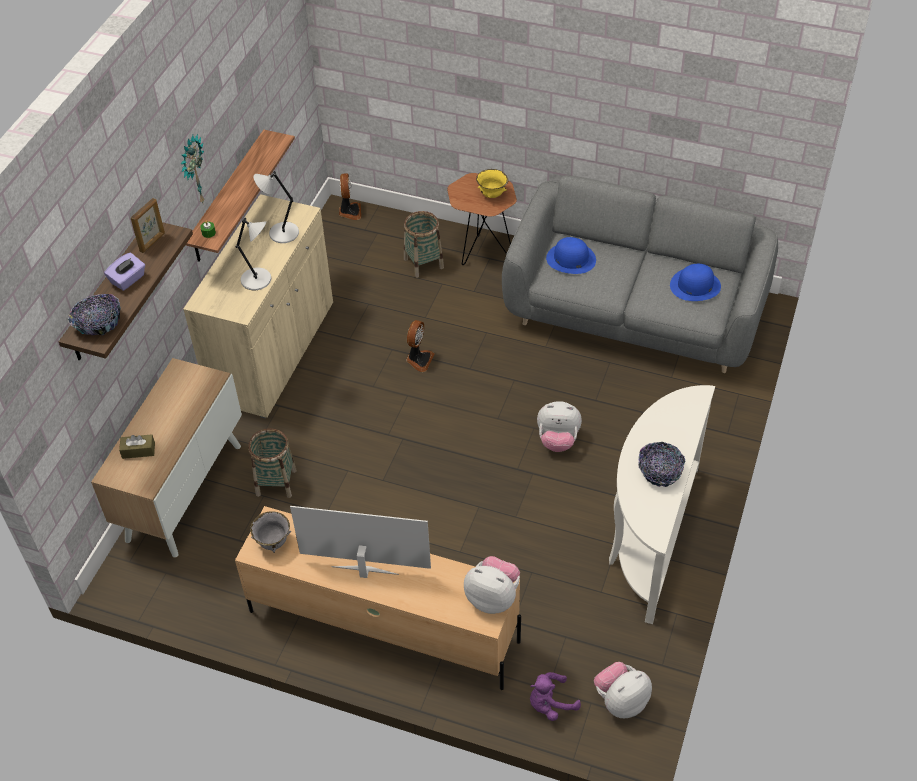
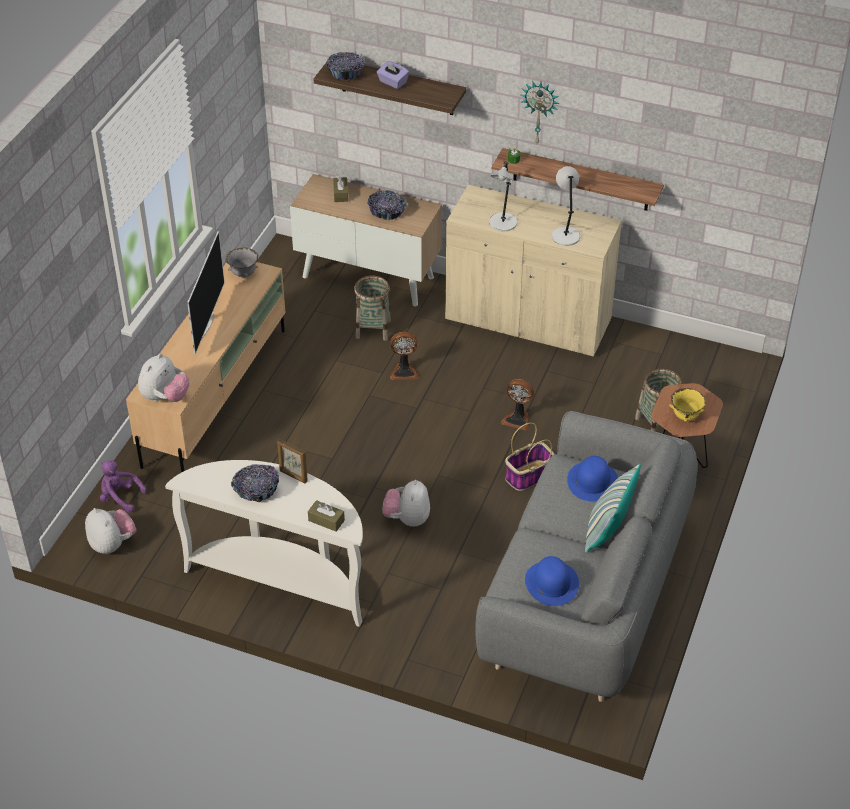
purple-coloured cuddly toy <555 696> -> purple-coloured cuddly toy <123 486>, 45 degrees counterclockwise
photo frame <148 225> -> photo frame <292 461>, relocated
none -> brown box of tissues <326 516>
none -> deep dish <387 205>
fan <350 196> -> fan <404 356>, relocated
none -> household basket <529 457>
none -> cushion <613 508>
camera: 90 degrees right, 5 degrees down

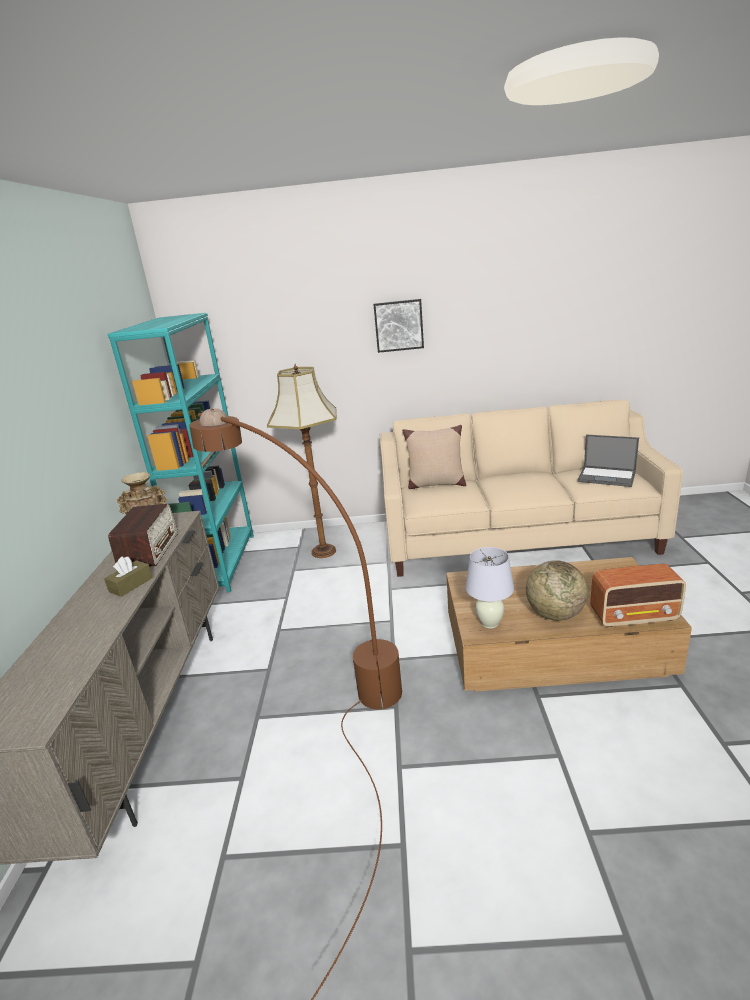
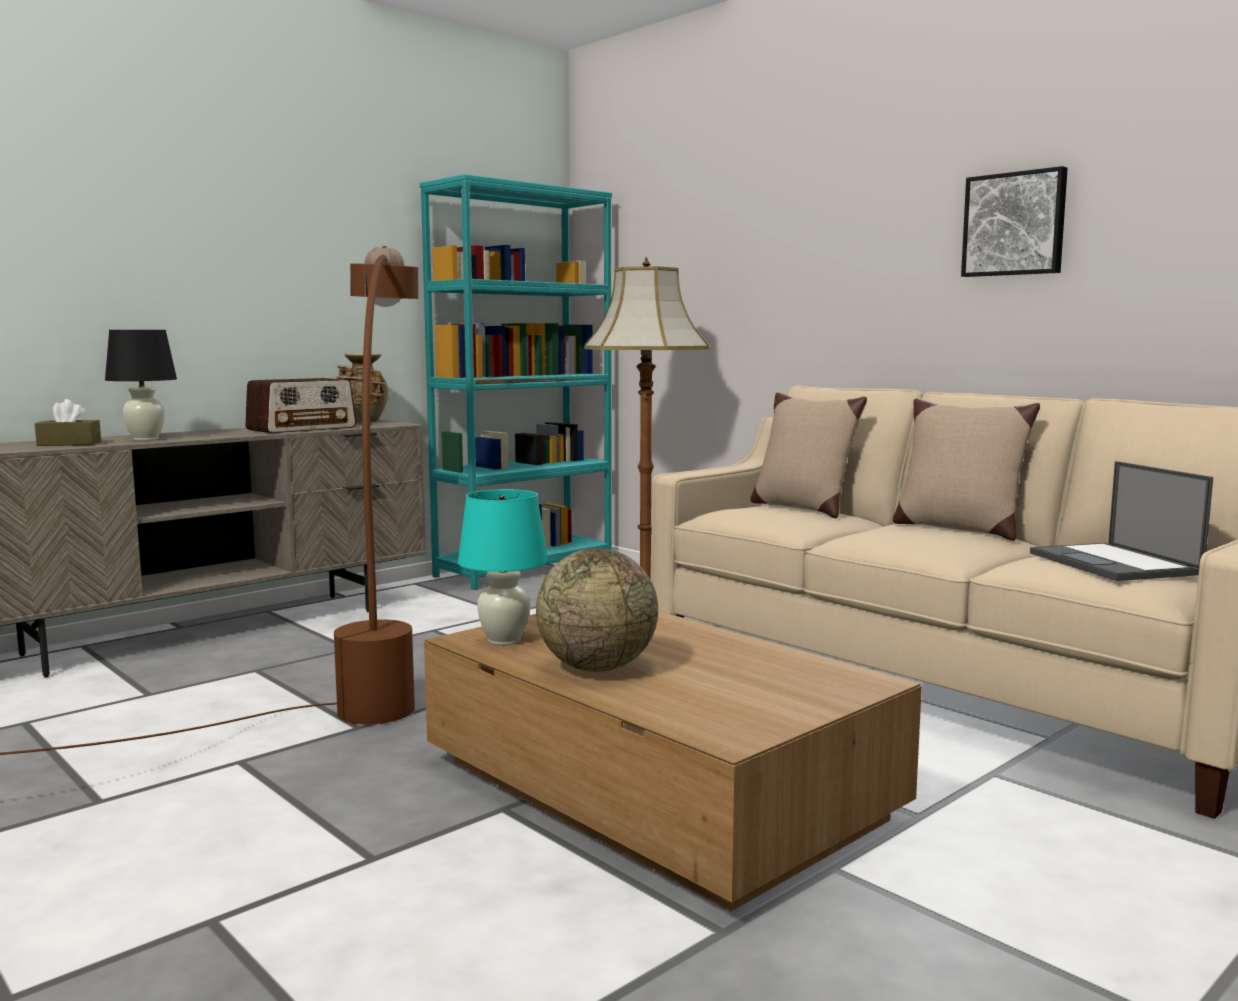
brown box of tissues <128 576> -> brown box of tissues <68 422>, relocated
none -> black-coloured tabletop lamp <141 385>
whitish tabletop lamp <489 587> -> blue-green tabletop lamp <503 567>
none -> beige cushion <966 469>
wall picture <398 326> -> wall picture <1014 221>, relocated
radio set <638 595> -> none
camera: 45 degrees right, 15 degrees down

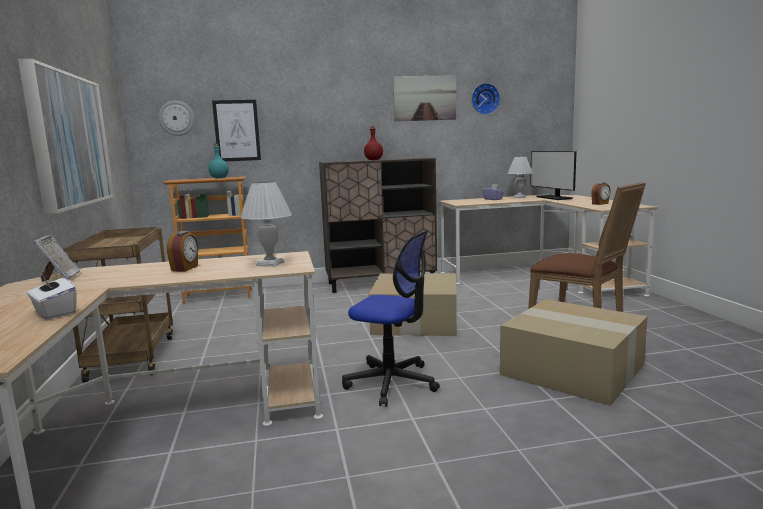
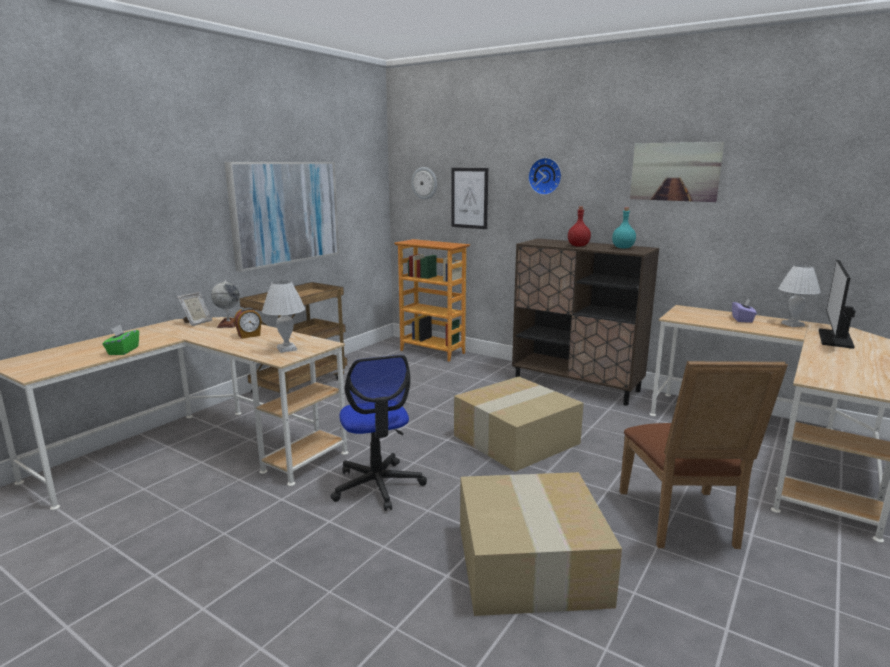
whitish box of tissues <52 296> -> green box of tissues <120 340>
none -> desk globe <225 304>
clock on the wall <485 99> -> clock on the wall <545 176>, relocated
blue-green drink bottle <218 160> -> blue-green drink bottle <624 228>, relocated
table clock <601 193> -> none
camera: 45 degrees right, 5 degrees up

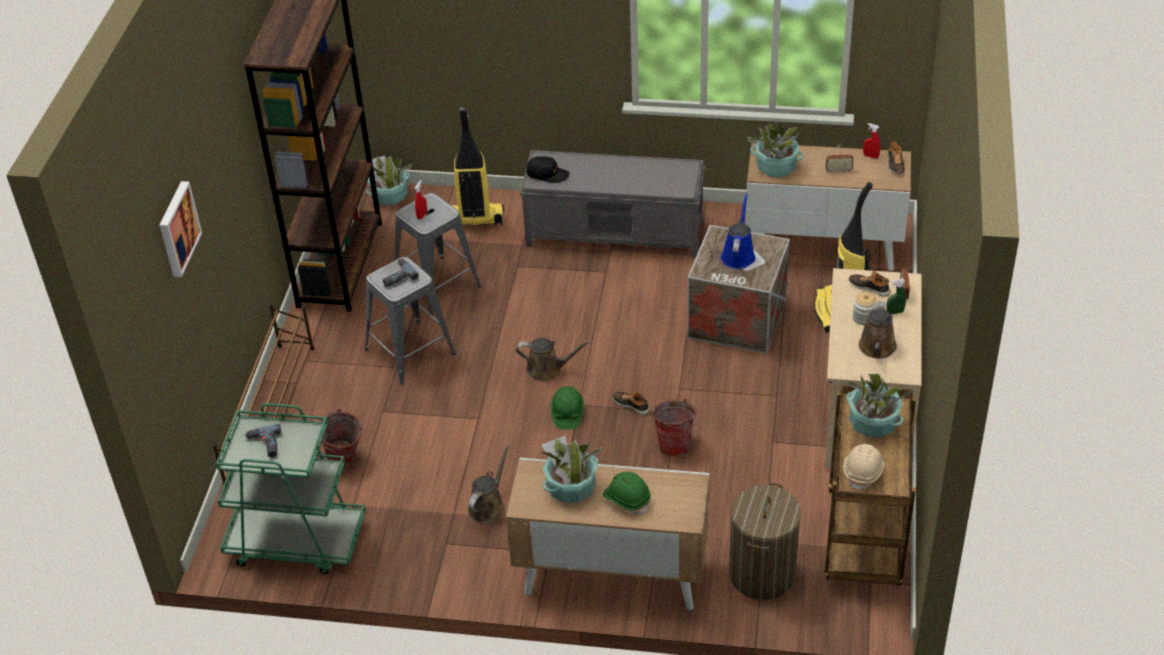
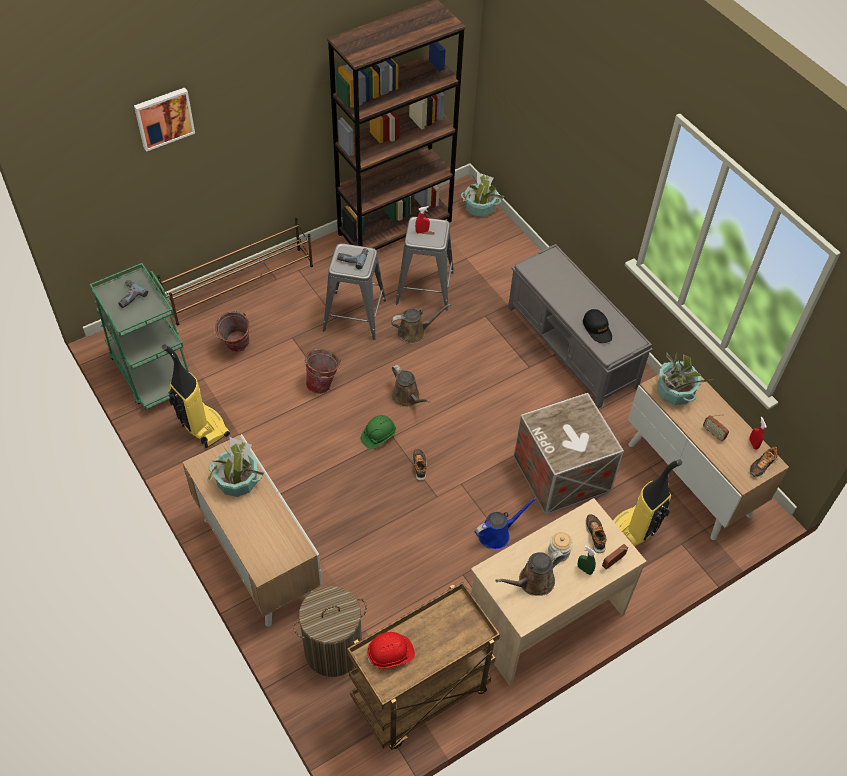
vacuum <478 166> -> vacuum <196 396>, relocated
water bucket <675 428> -> water bucket <322 371>, relocated
beige work helmet <864 467> -> reddish work helmet <391 650>
brown sprinkling can <489 482> -> brown sprinkling can <421 324>, relocated
blue sprinkling can <738 231> -> blue sprinkling can <505 523>, relocated
black-coloured baseball cap <548 169> -> black-coloured baseball cap <597 326>, relocated
green work helmet <627 493> -> none
houseplant <879 405> -> none
camera: 45 degrees right, 10 degrees up

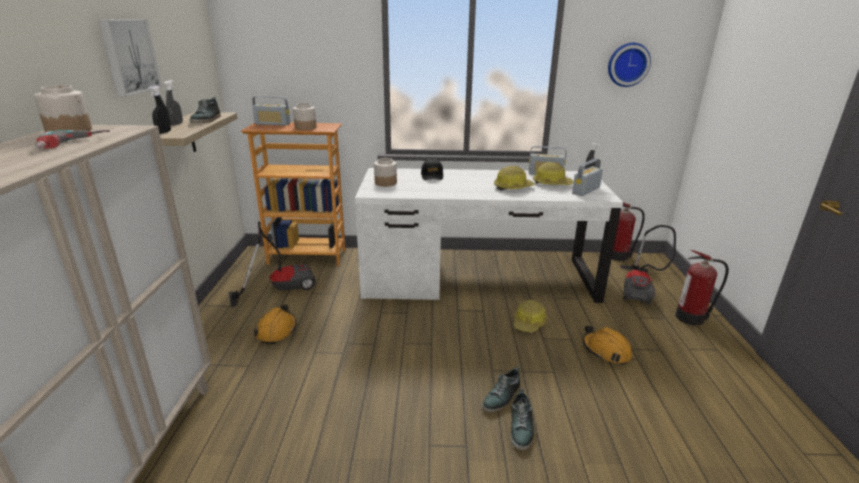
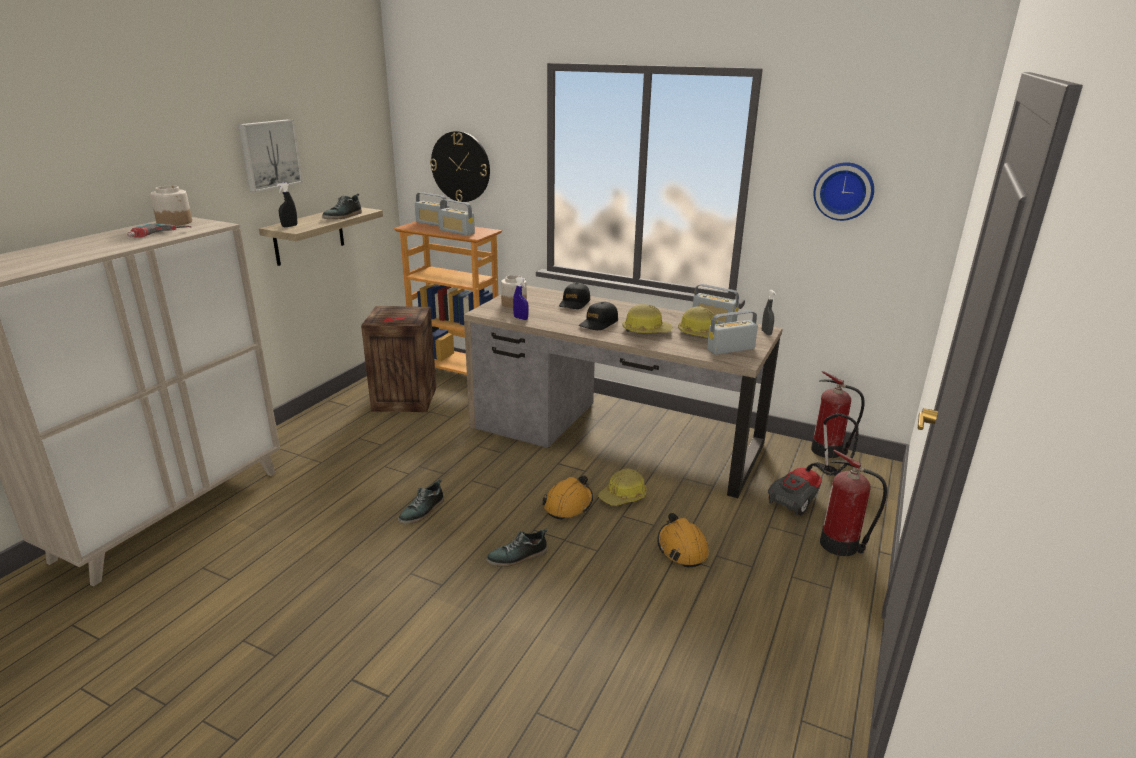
vacuum <272 264> -> shipping crate <398 359>
shoe <522 419> -> shoe <421 501>, relocated
none -> clock on the wall <460 166>
jar <305 116> -> radio set <456 217>
whitish desk <489 235> -> brown desk <623 391>
none -> blue hand sprayer <521 298>
orange work helmet <275 324> -> orange work helmet <567 498>, relocated
none -> black-coloured baseball cap <598 316>
gray hand sprayer <173 103> -> none
camera: 25 degrees right, 0 degrees up

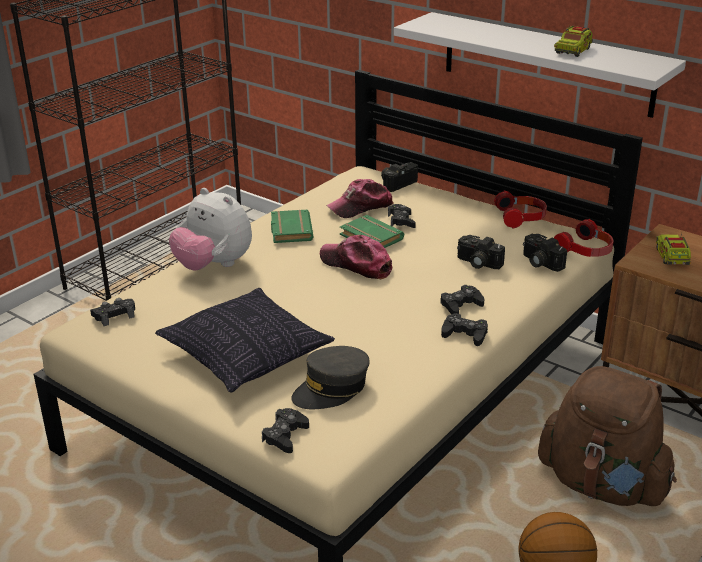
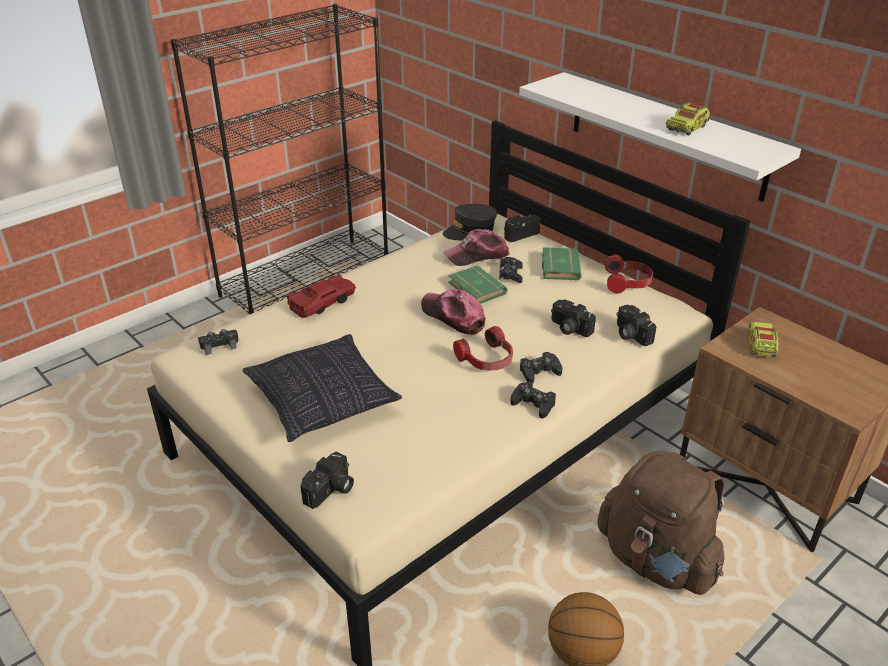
cuddly toy <210 229> -> reddish toy car <321 296>
black-coloured joypad <285 430> -> photo camera <327 480>
gray baseball cap <330 377> -> gray baseball cap <470 222>, relocated
headset <584 238> -> headset <483 348>, relocated
green volume <292 226> -> green volume <561 263>, relocated
camera: 10 degrees right, 5 degrees up

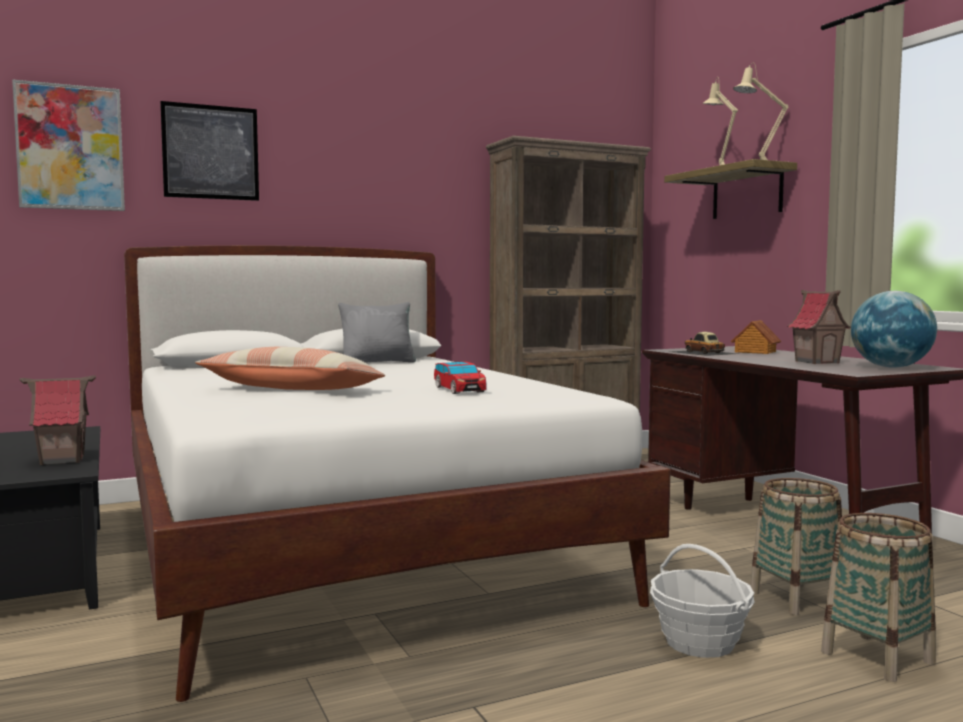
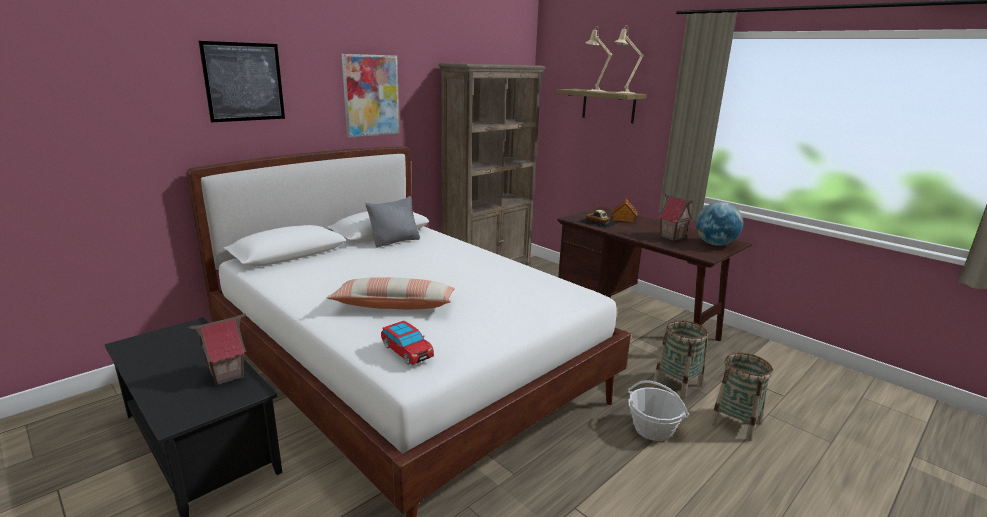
wall picture <68 145> -> wall picture <371 96>, relocated
toy car <460 378> -> toy car <407 343>, relocated
camera: 20 degrees left, 15 degrees up

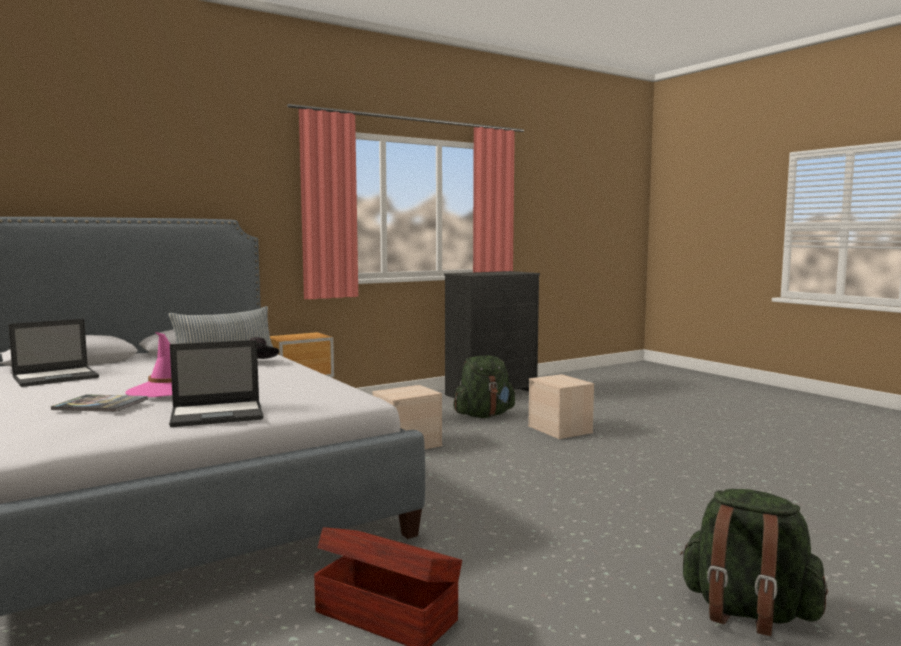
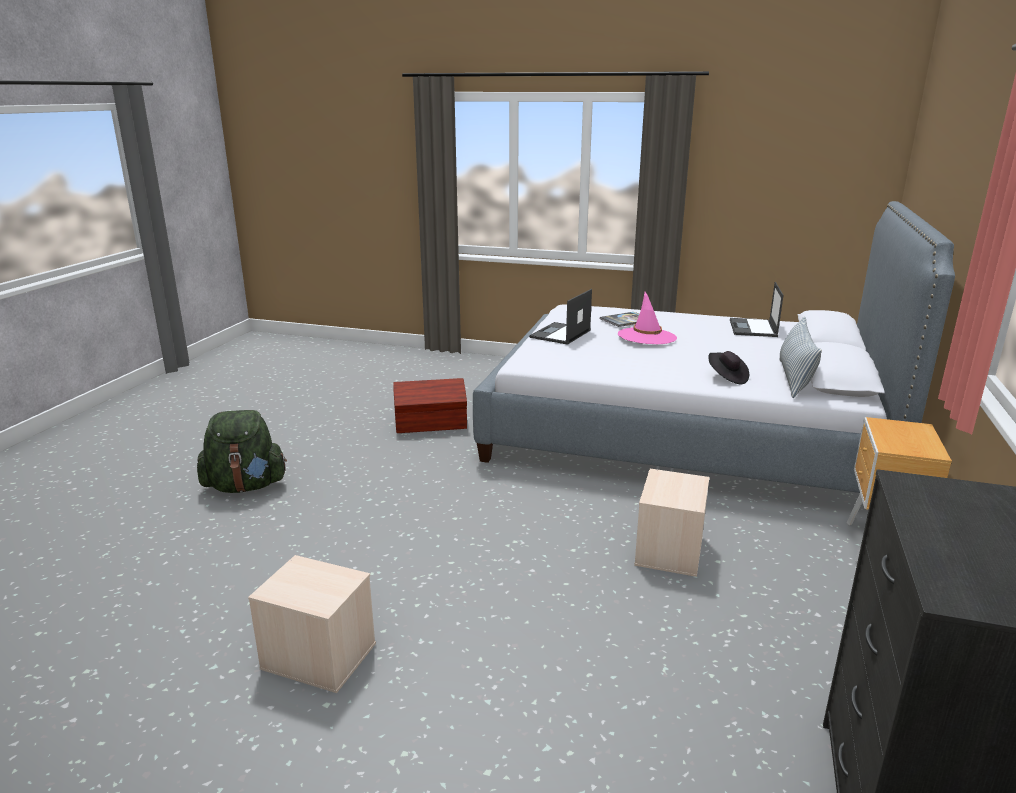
beige storage container <561 406> -> beige storage container <312 624>, relocated
green rucksack <484 386> -> none
camera: 140 degrees right, 15 degrees up

